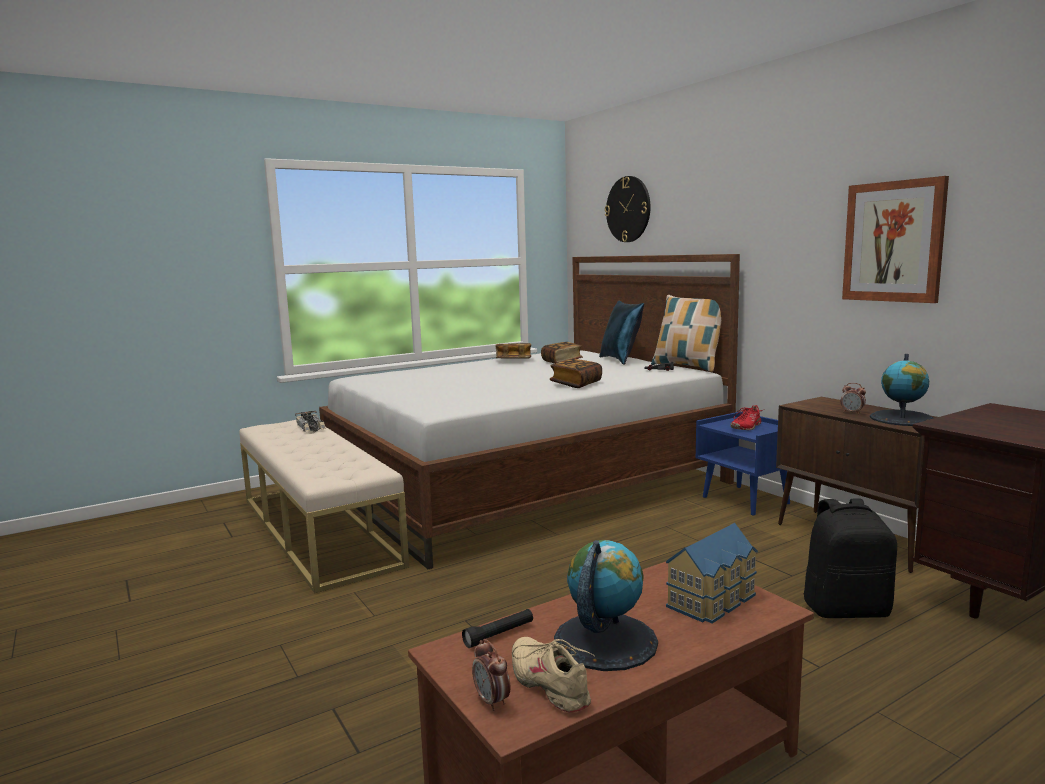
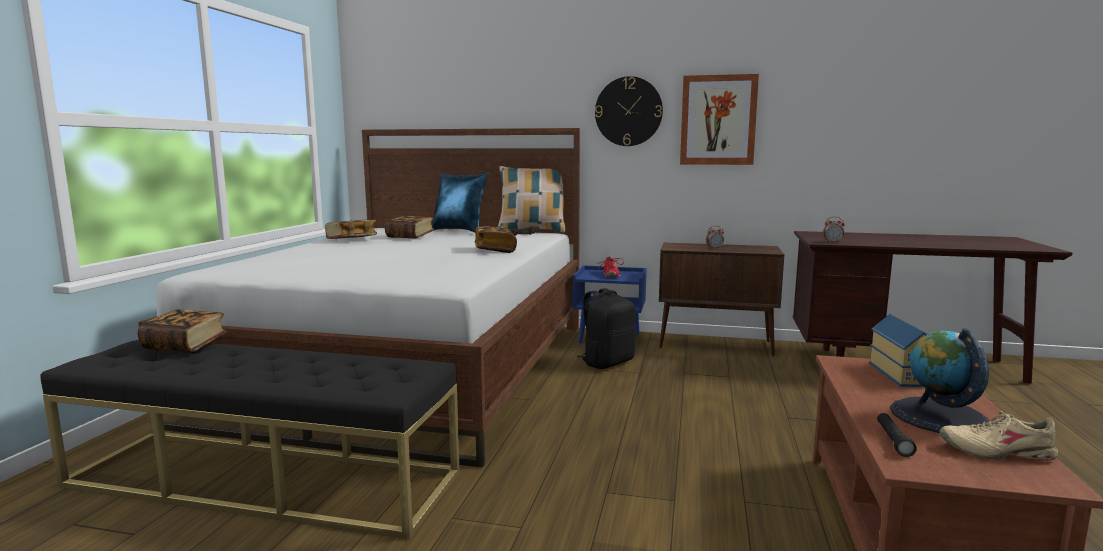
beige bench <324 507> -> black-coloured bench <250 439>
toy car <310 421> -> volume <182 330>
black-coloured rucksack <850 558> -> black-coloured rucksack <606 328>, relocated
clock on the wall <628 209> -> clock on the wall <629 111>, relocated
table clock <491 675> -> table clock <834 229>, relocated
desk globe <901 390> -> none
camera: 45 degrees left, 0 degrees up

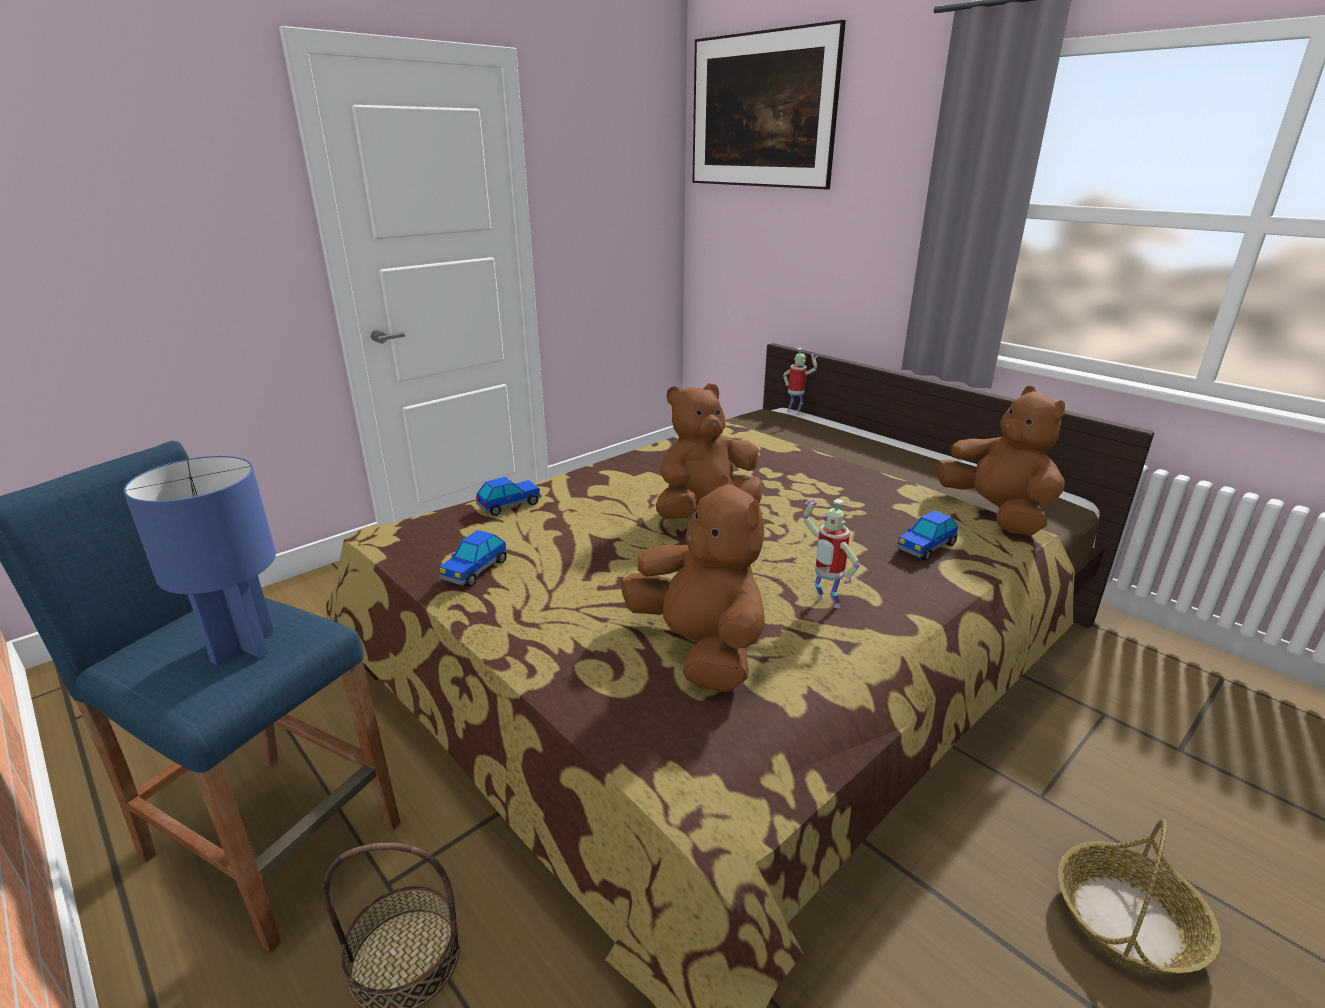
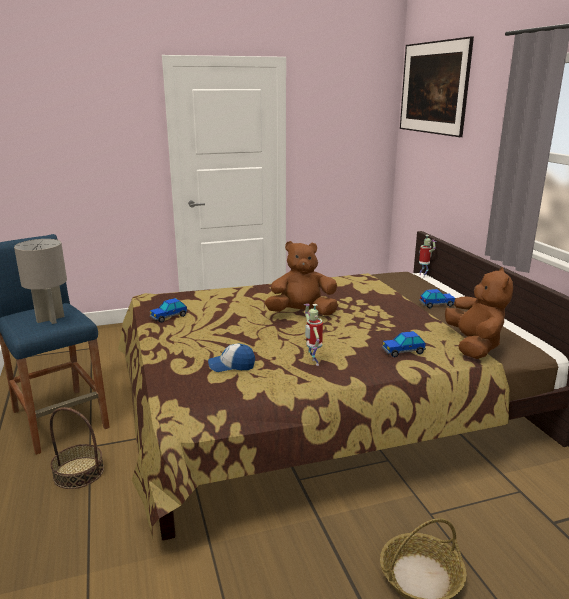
blue tabletop lamp <200 560> -> gray tabletop lamp <40 281>
brown cuddly toy <693 583> -> baseball cap <231 358>
toy car <509 496> -> toy car <437 298>, relocated
camera: 25 degrees right, 5 degrees down

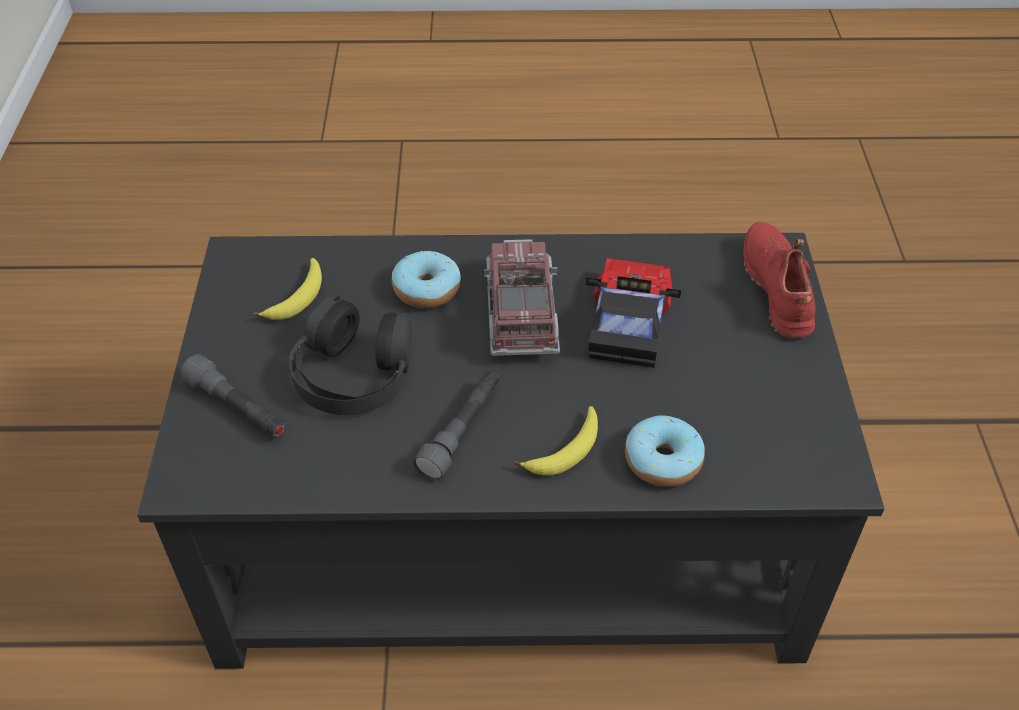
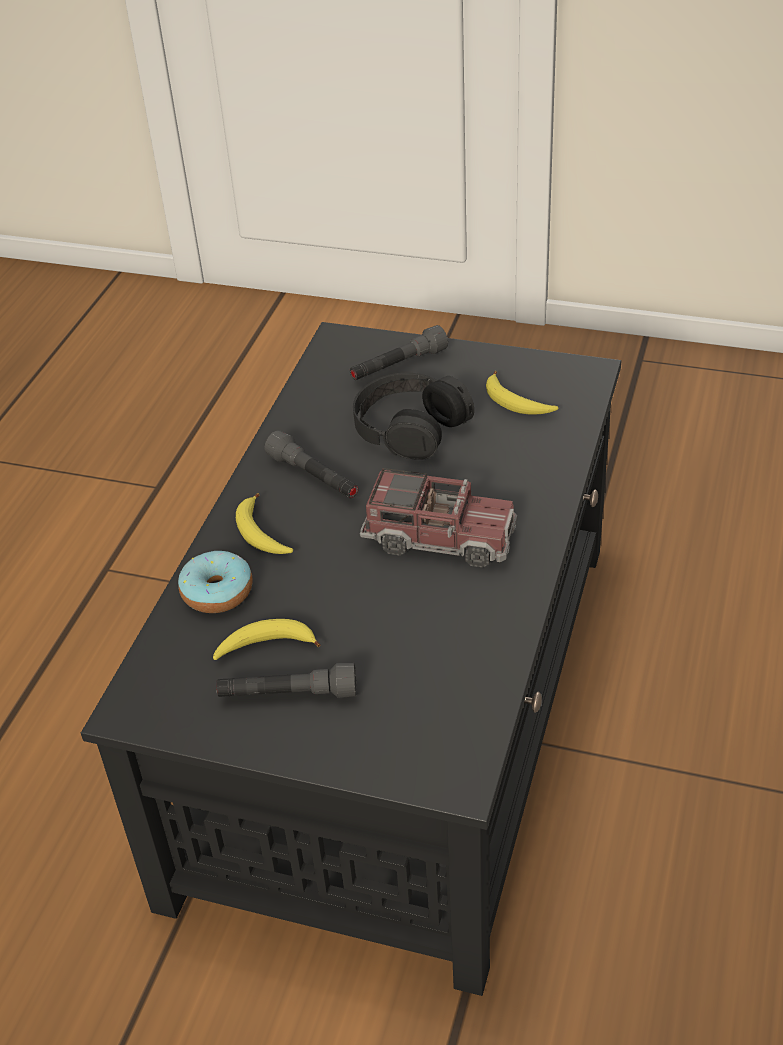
none -> banana fruit <266 639>
none -> gray torch <286 680>
donut <426 279> -> none
toy car <633 313> -> none
reddish shoe <779 280> -> none
camera: 110 degrees right, 5 degrees down

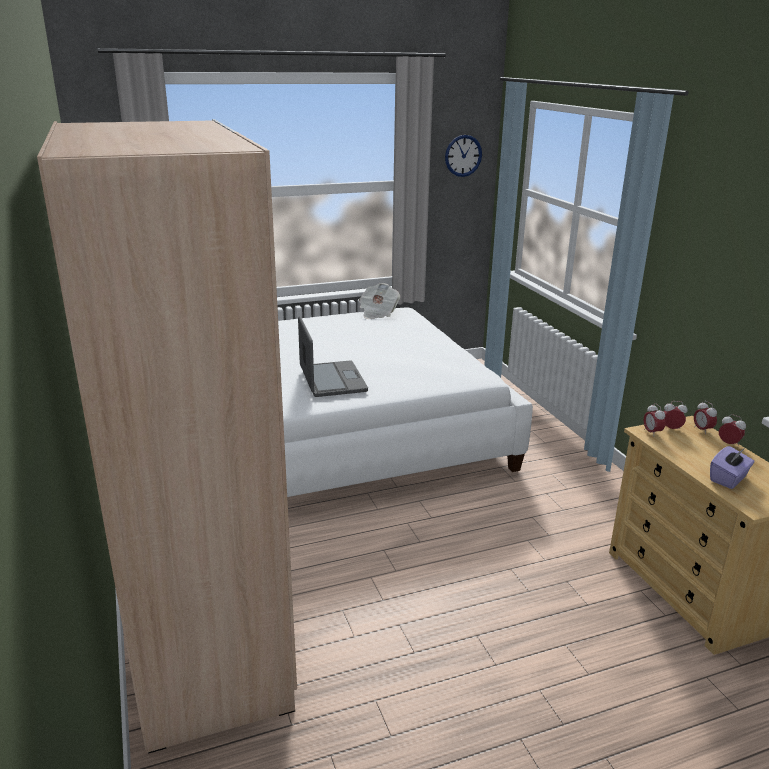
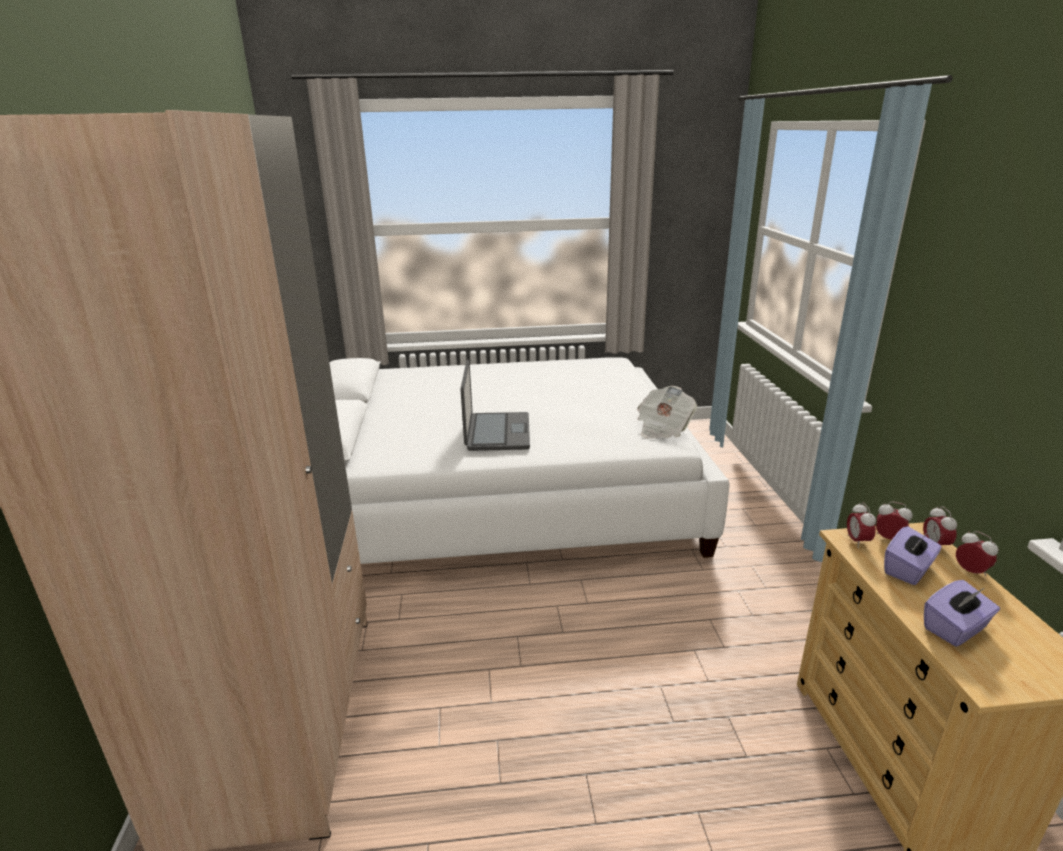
daily paper <379 301> -> daily paper <667 412>, relocated
none -> purple-coloured box of tissues <913 555>
clock on the wall <463 156> -> none
camera: 15 degrees right, 0 degrees up

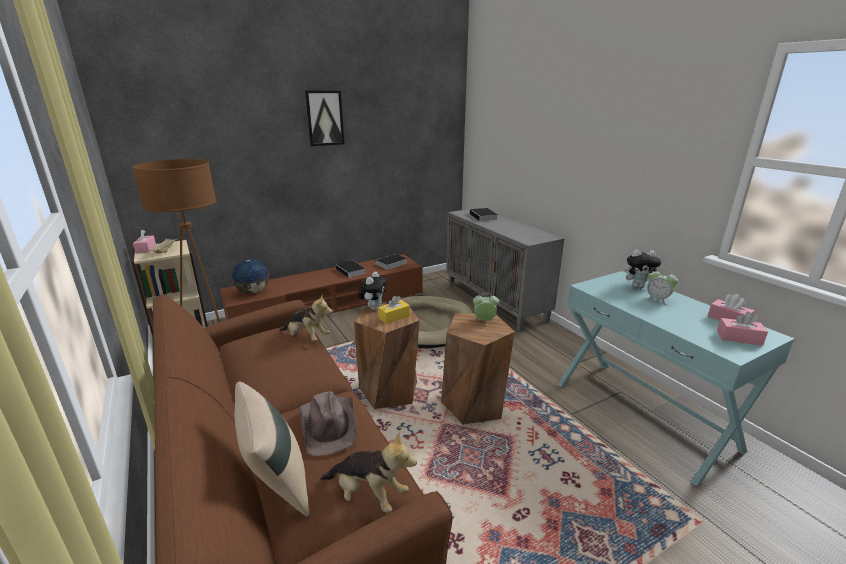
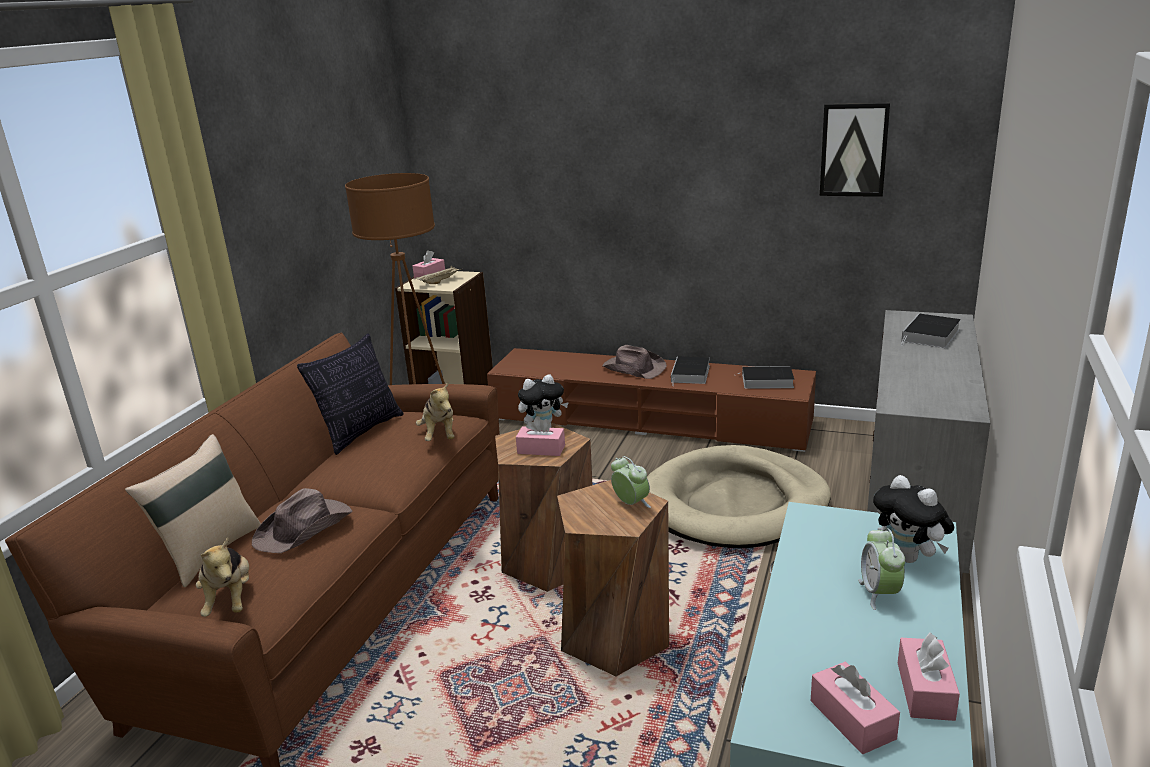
none -> cushion <350 394>
yellow-coloured box of tissues <394 310> -> pink box of tissues <540 436>
none -> brown wearable hat <635 362>
wall picture <324 118> -> wall picture <855 150>, relocated
desk globe <250 276> -> none
camera: 50 degrees right, 0 degrees up

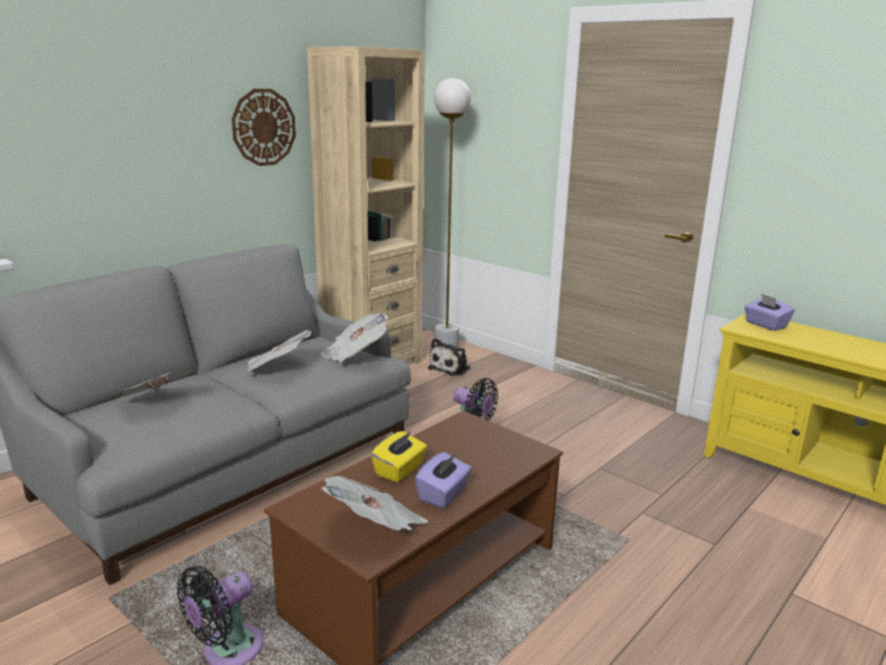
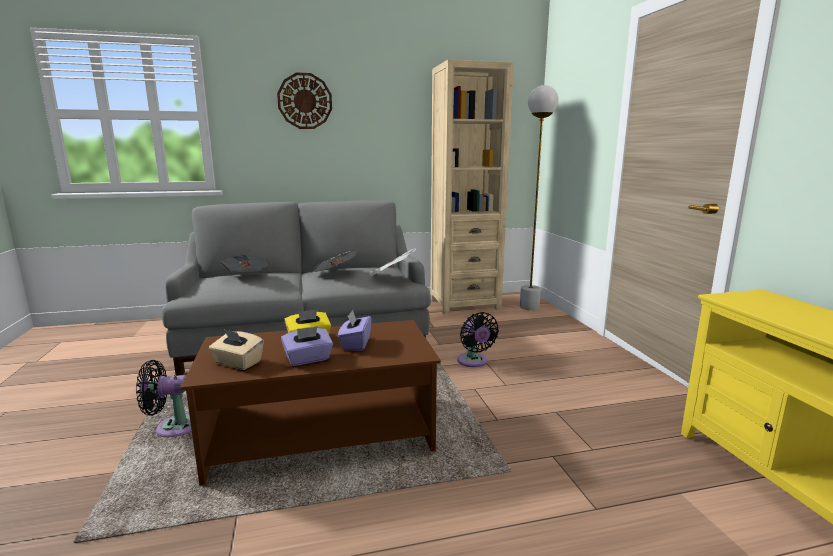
daily paper <374 503> -> beige box of tissues <236 349>
clock on the wall <264 127> -> clock on the wall <304 100>, relocated
purple-coloured box of tissues <769 312> -> purple-coloured box of tissues <355 330>, relocated
cuddly toy <449 357> -> none
camera: 35 degrees right, 5 degrees down

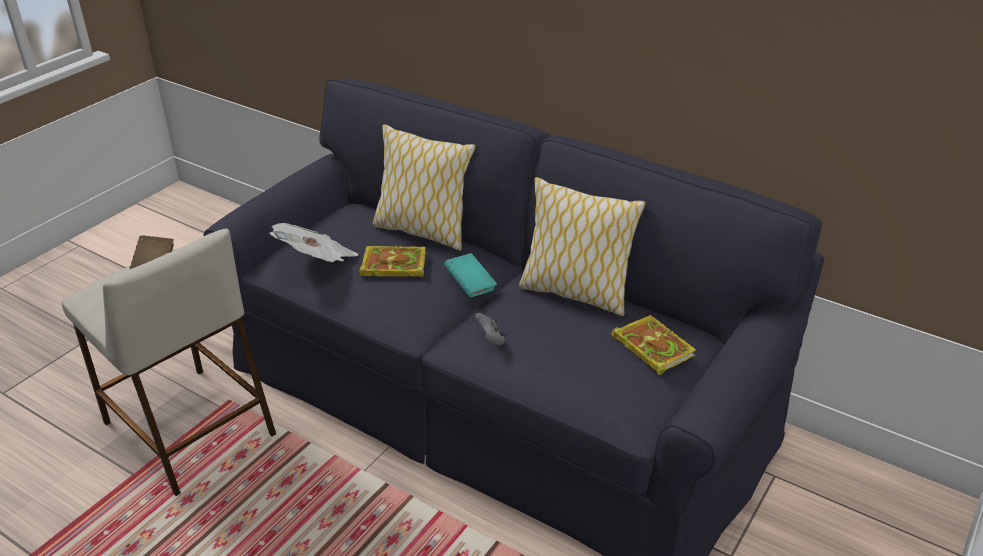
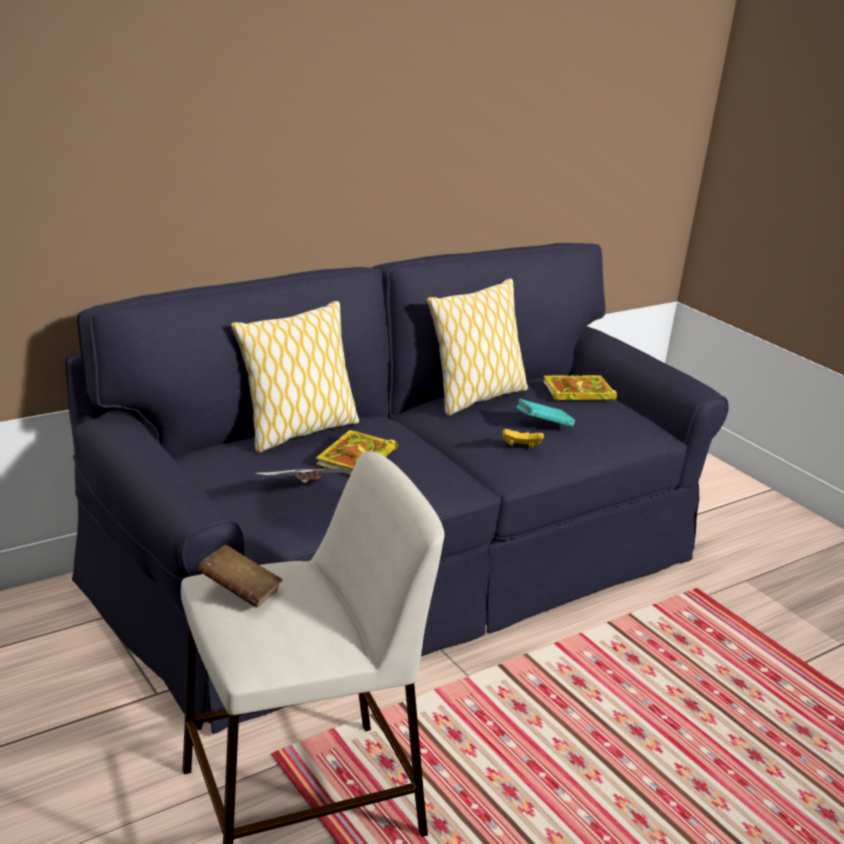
gray joypad <490 329> -> yellow-coloured joypad <523 438>
blue-green volume <470 275> -> blue-green volume <545 413>, relocated
camera: 70 degrees left, 10 degrees down

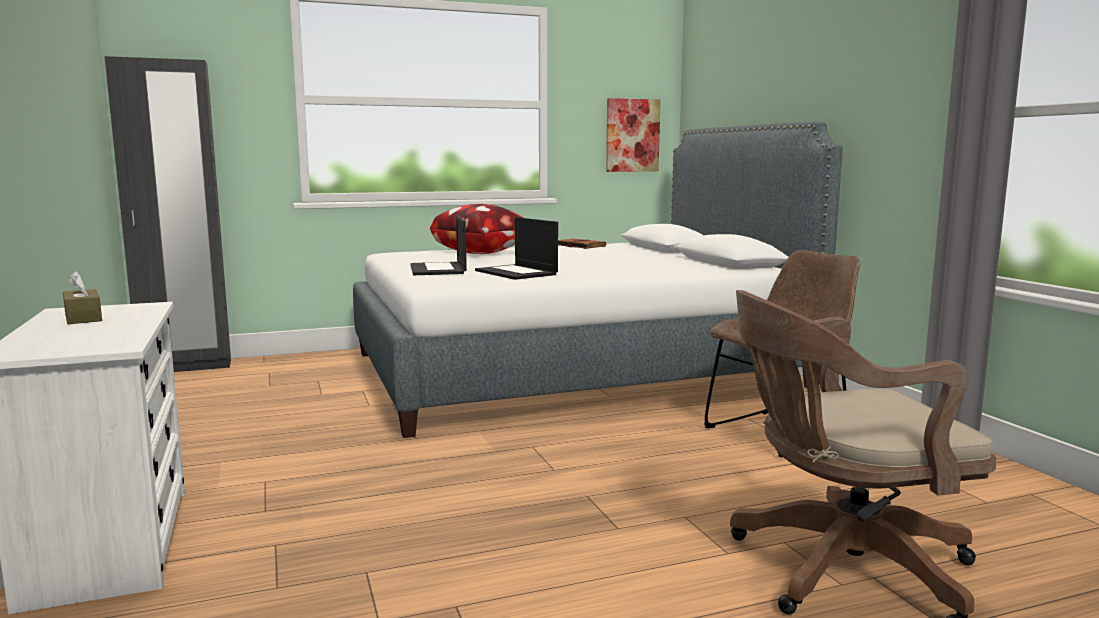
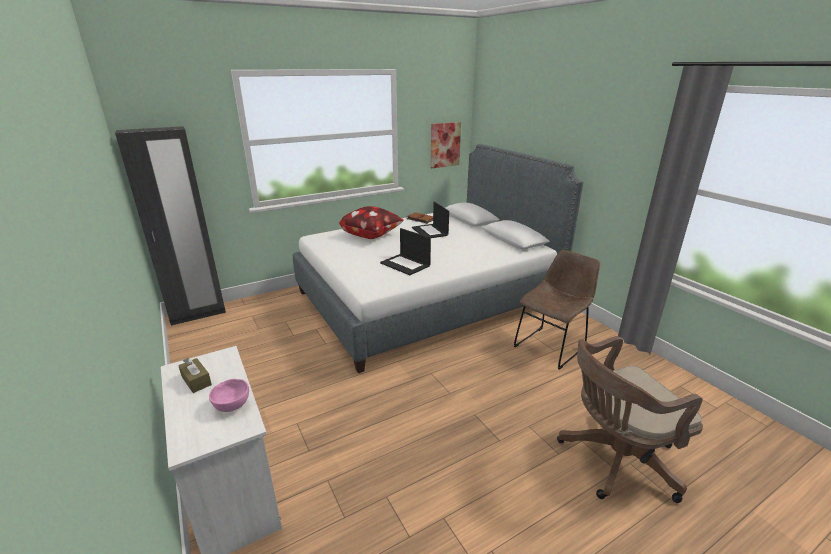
none -> pink deep dish <229 395>
laptop <438 245> -> laptop <430 220>, relocated
camera: 10 degrees left, 15 degrees up

